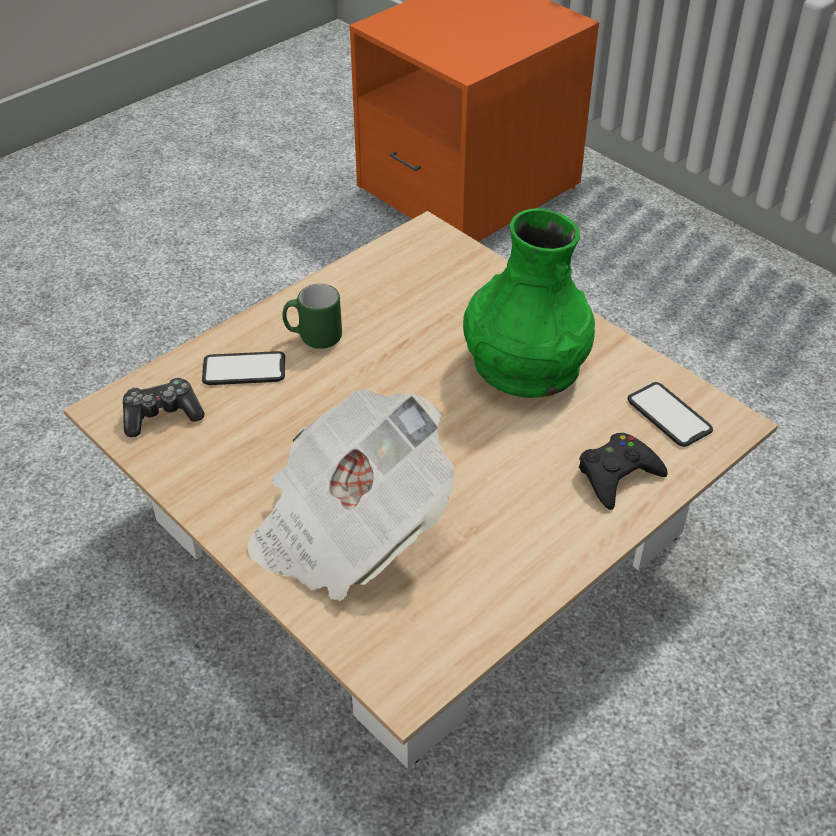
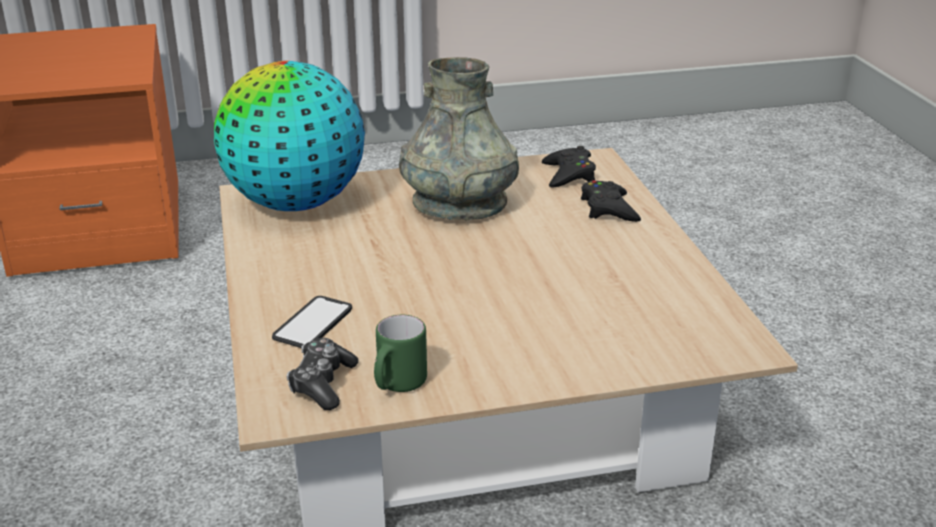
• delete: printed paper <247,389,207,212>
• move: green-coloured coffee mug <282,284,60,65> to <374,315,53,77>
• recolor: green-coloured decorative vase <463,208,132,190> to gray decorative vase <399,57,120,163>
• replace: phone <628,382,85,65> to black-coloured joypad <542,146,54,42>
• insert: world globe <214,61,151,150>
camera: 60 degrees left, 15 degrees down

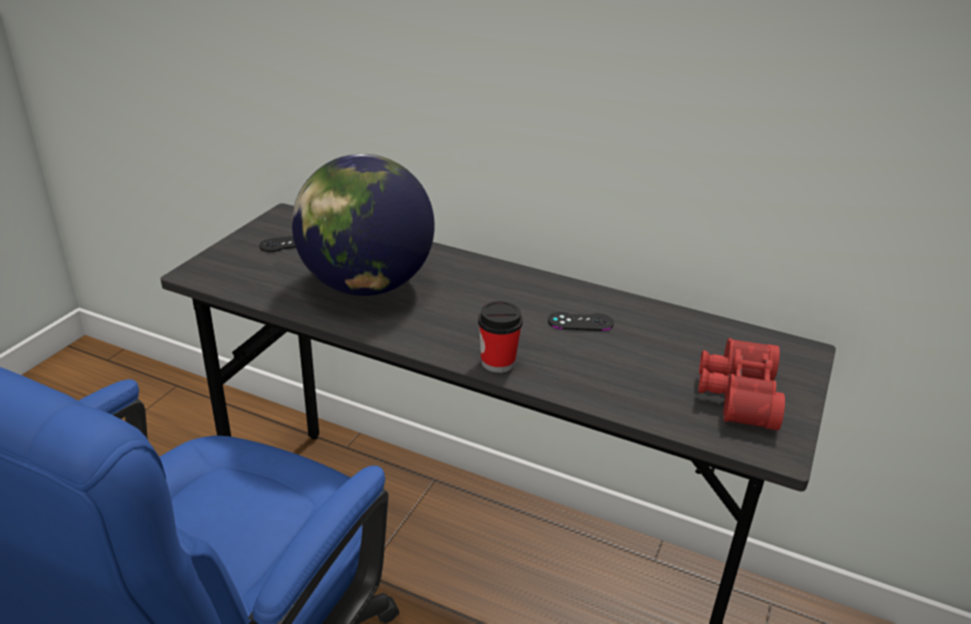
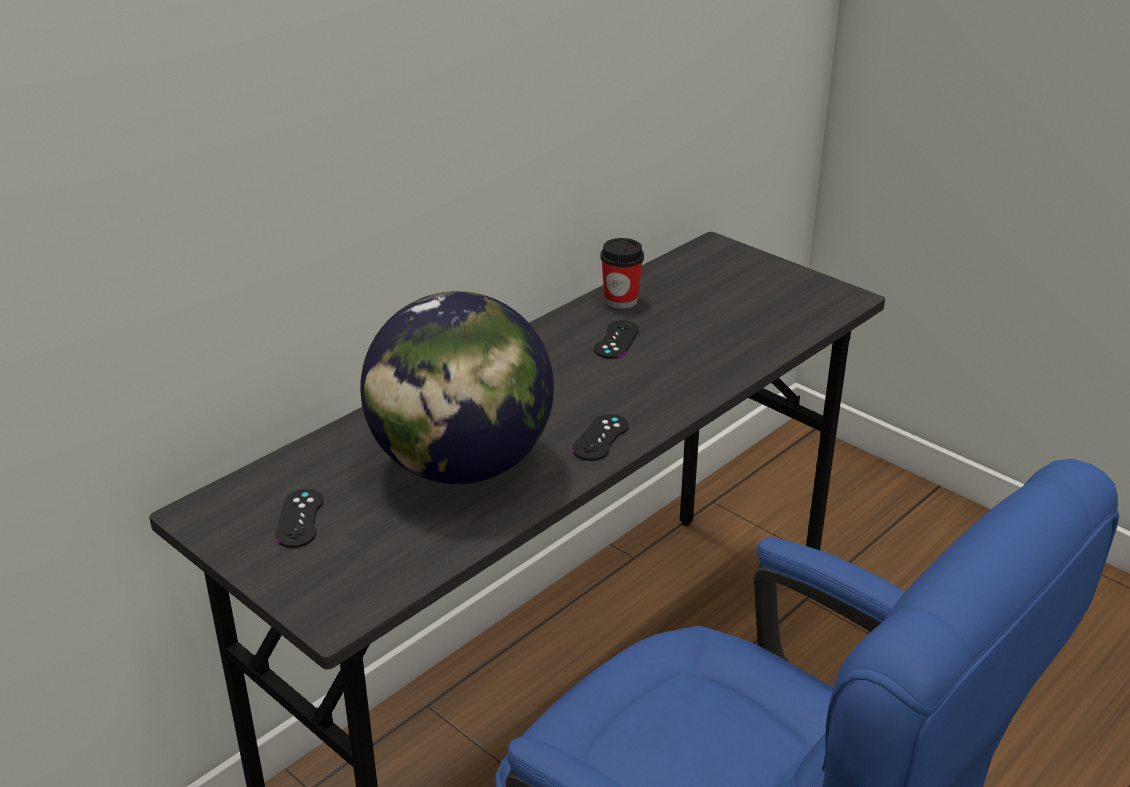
• move: small cup <478,301,45,72> to <600,238,44,71>
• delete: red-coloured pair of binoculars <699,338,86,92>
• insert: black-coloured joypad <572,414,57,47>
camera: 70 degrees left, 0 degrees up

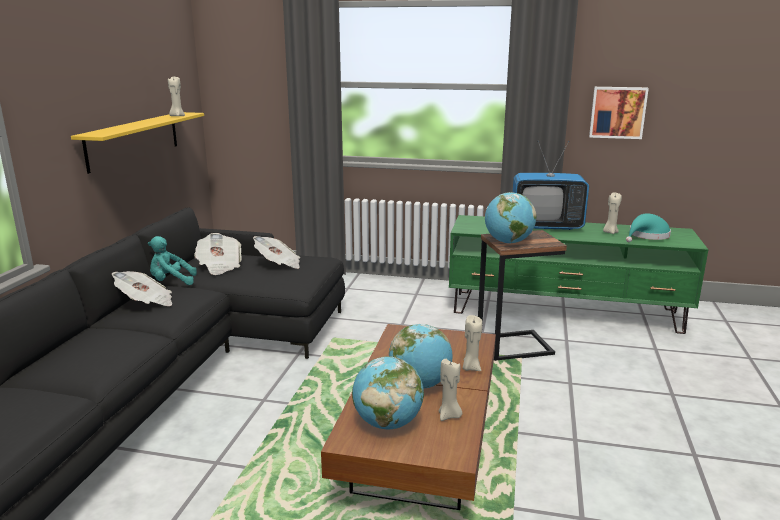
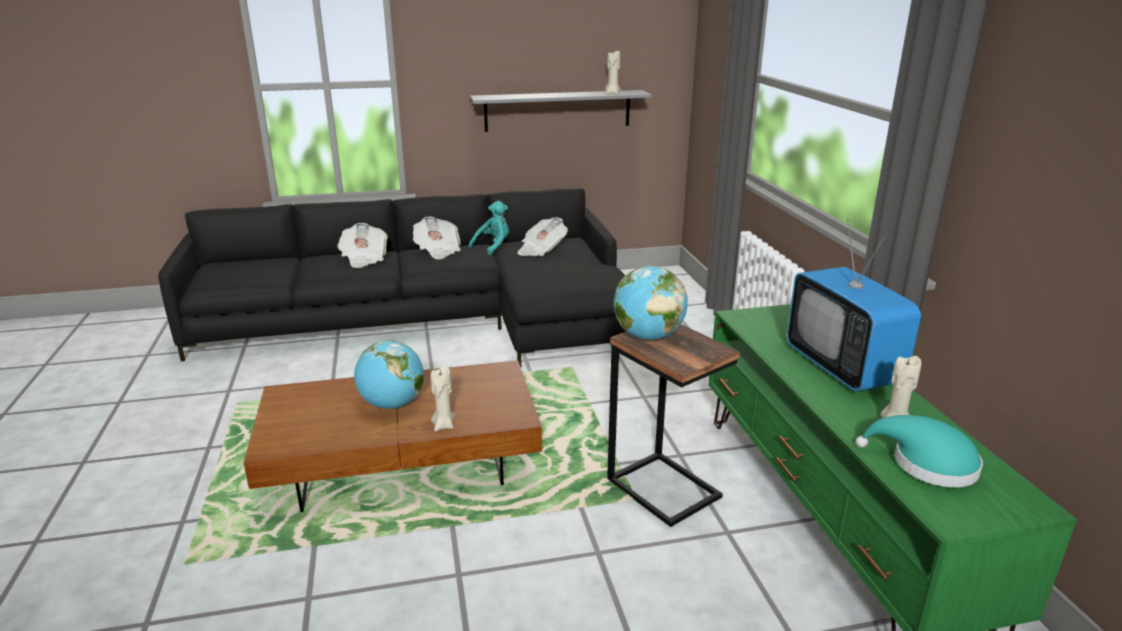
• recolor: yellow-coloured shelf <71,112,133,62> to gray shelf <470,90,182,42>
• rotate: blue-green cuddly toy <148,236,49,49> = <469,201,40,55> 75 degrees clockwise
• move: printed paper <253,236,47,33> to <337,223,51,45>
• delete: world globe <352,356,72,73>
• delete: beige candle <439,359,23,62>
• delete: wall picture <589,87,60,52>
camera: 65 degrees right, 5 degrees up

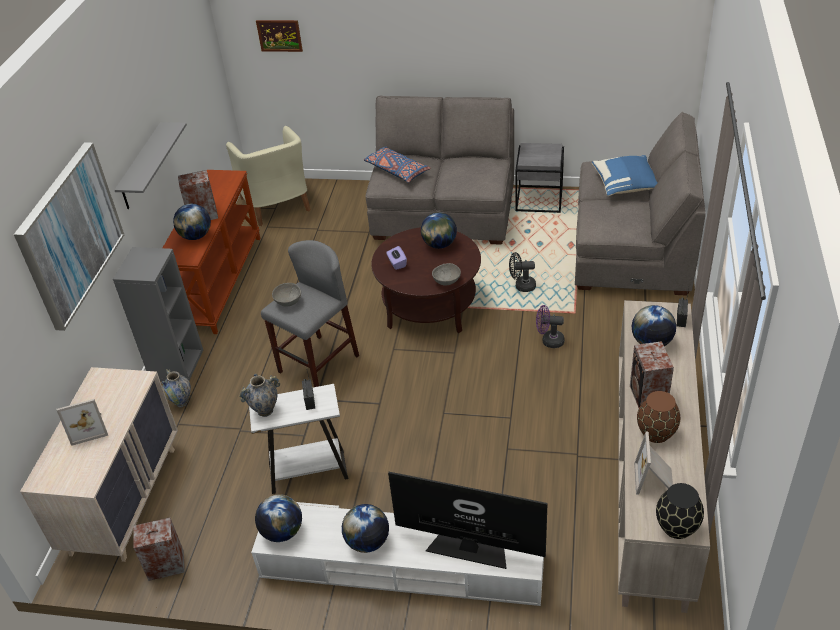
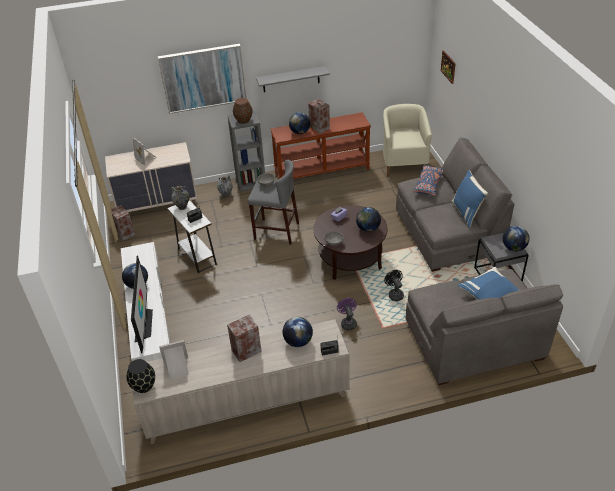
• rotate: beige lounge chair <226,126,85,100> = <383,104,49,73> 135 degrees clockwise
• move: world globe <255,494,47,48> to <503,226,26,25>
• move: brown-coloured decorative vase <637,391,43,52> to <233,98,19,26>
• insert: bluish cushion <452,170,36,57>
camera: 65 degrees right, 0 degrees up

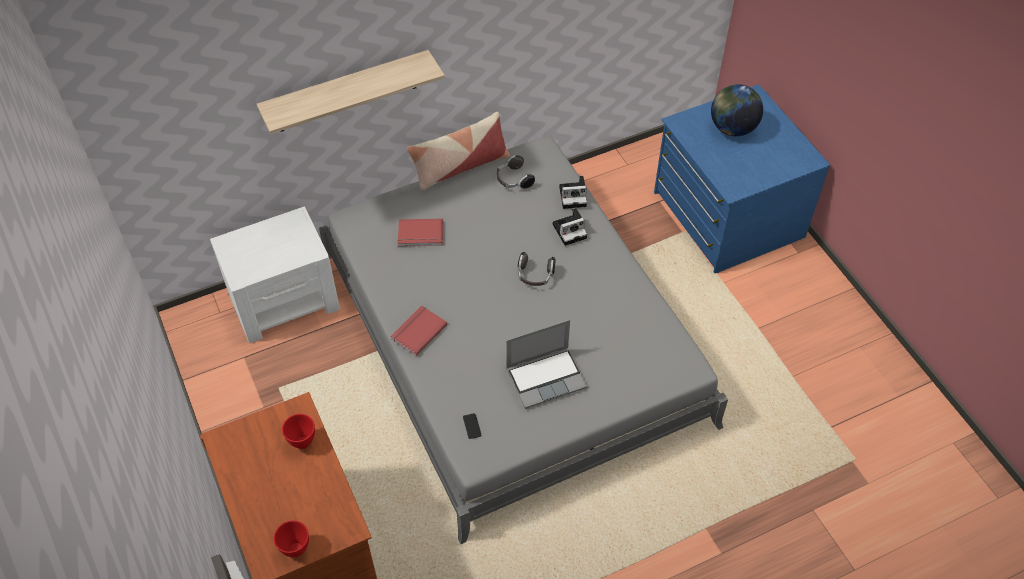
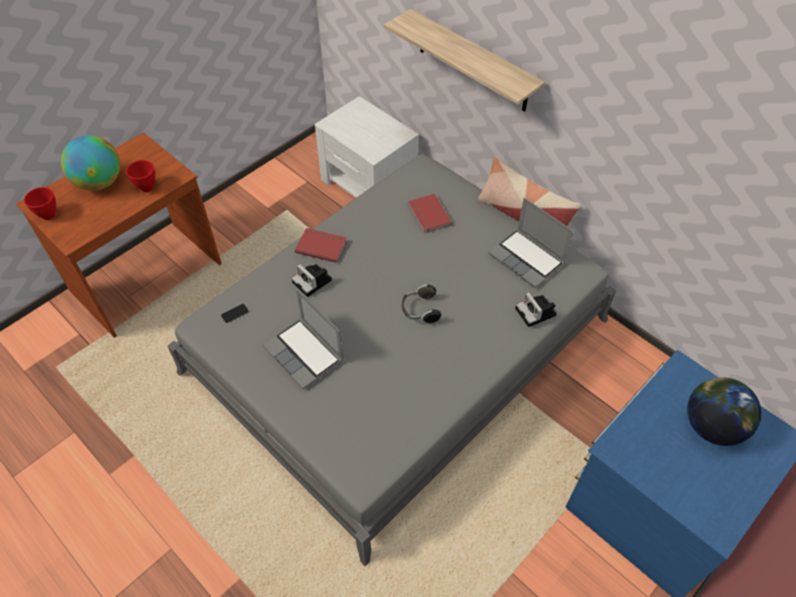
• replace: headphones <497,155,38,34> to laptop <488,198,86,90>
• move: still camera <553,208,34,38> to <291,264,41,33>
• insert: world globe <61,135,59,56>
camera: 70 degrees right, 0 degrees up

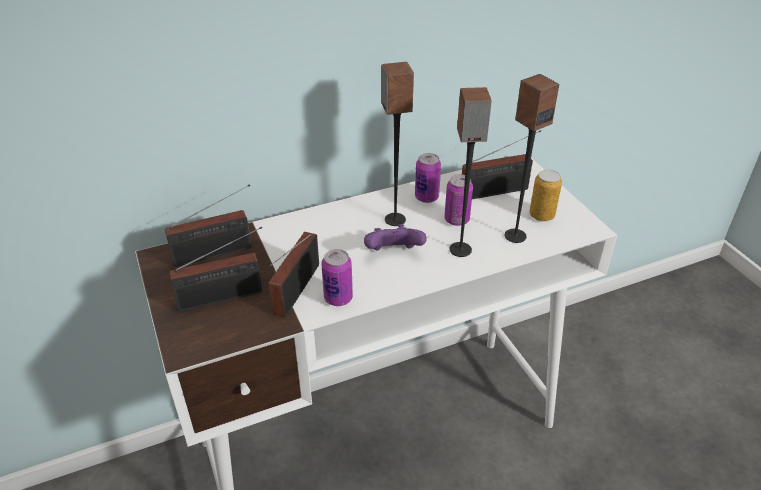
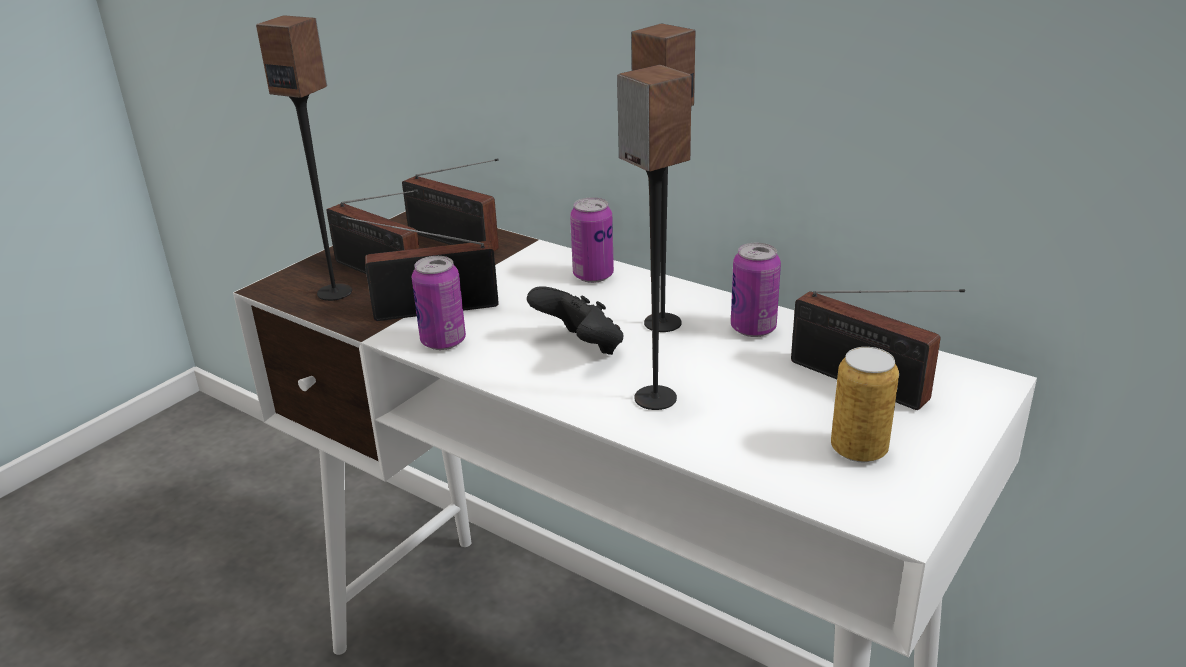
• recolor: purplish joypad <364,224,63,27> to black-coloured joypad <527,286,97,69>
• move: metal can <444,174,29,52> to <570,197,44,86>
• move: audio speaker <505,74,54,169> to <256,15,96,286>
camera: 60 degrees right, 10 degrees down

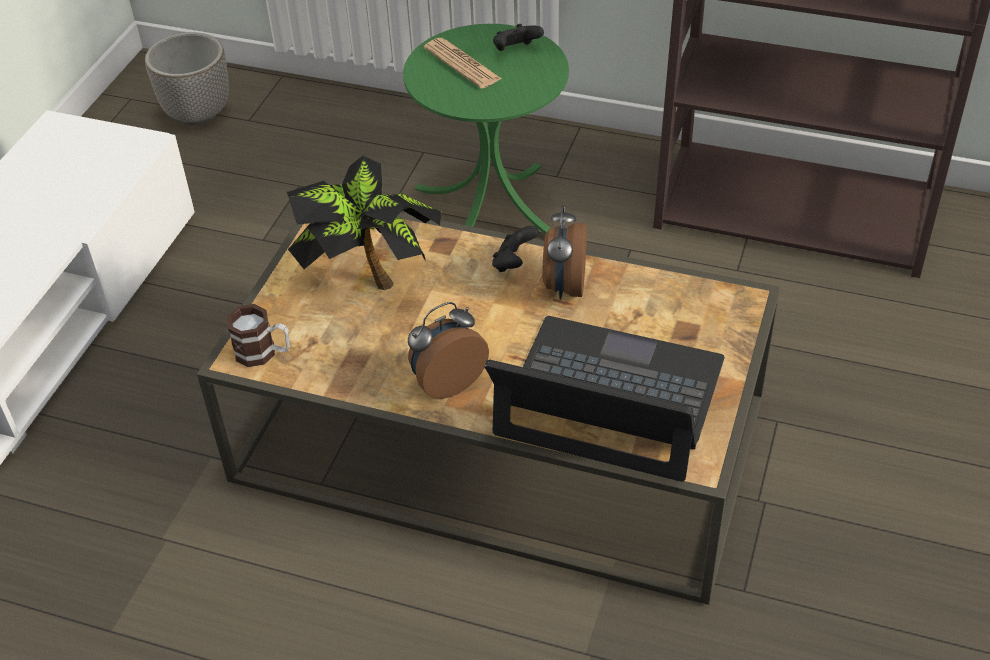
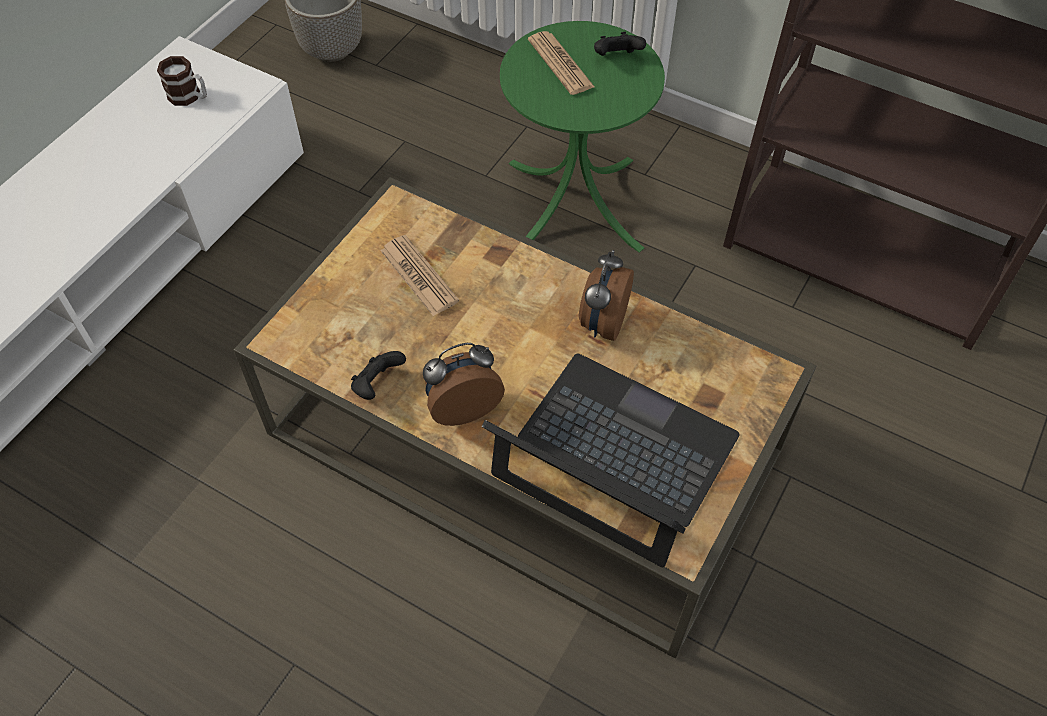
• move: coffee mug <227,304,63,63> to <157,56,50,50>
• replace: potted plant <287,156,154,134> to printed paper <381,235,78,81>
• move: black-coloured joypad <492,226,47,46> to <351,351,55,49>
camera: 10 degrees right, 10 degrees up

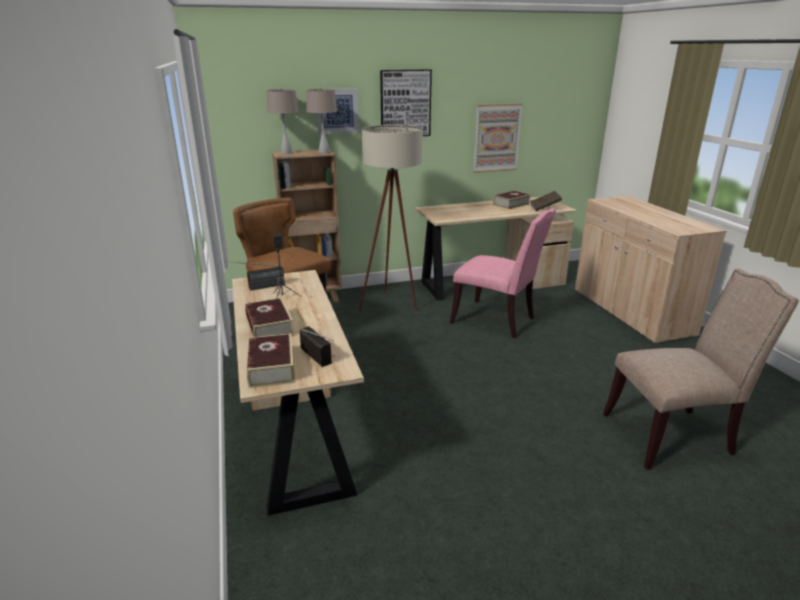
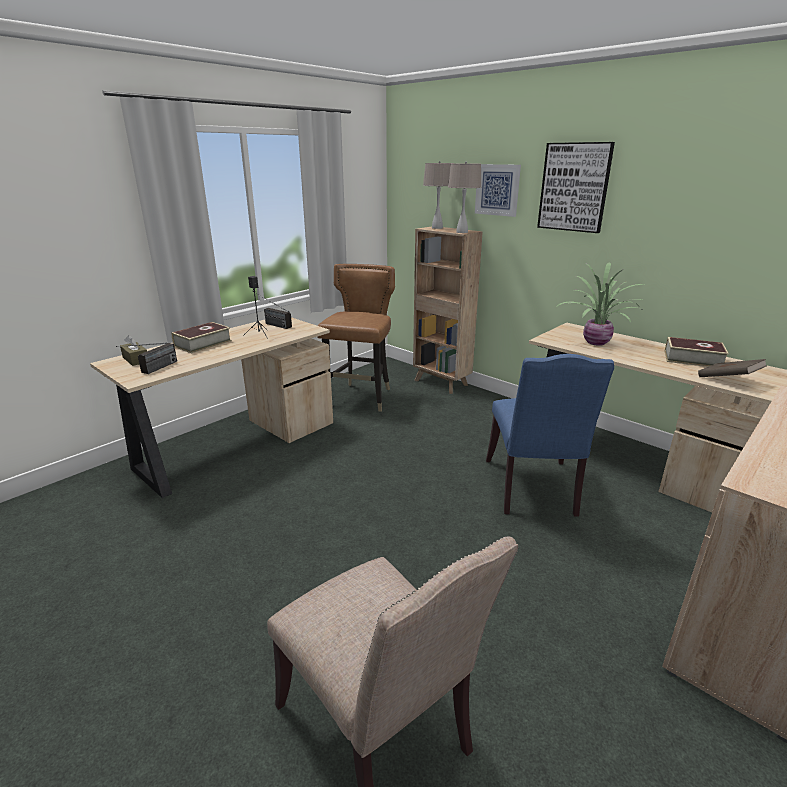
• replace: book <247,333,48,55> to brown-coloured box of tissues <120,335,27,31>
• delete: beige standing lamp <359,125,64,186>
• recolor: pinkish plain chair <450,208,106,130> to bluish plain chair <486,354,128,163>
• delete: wall picture <473,103,50,70>
• insert: potted plant <556,262,88,84>
camera: 60 degrees right, 0 degrees up

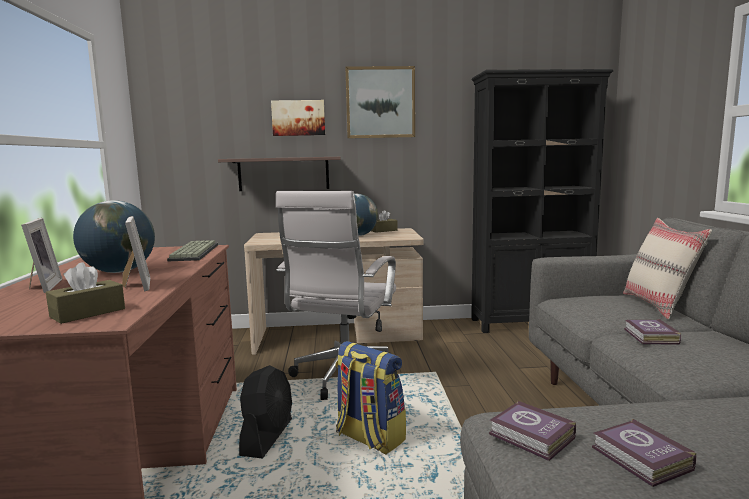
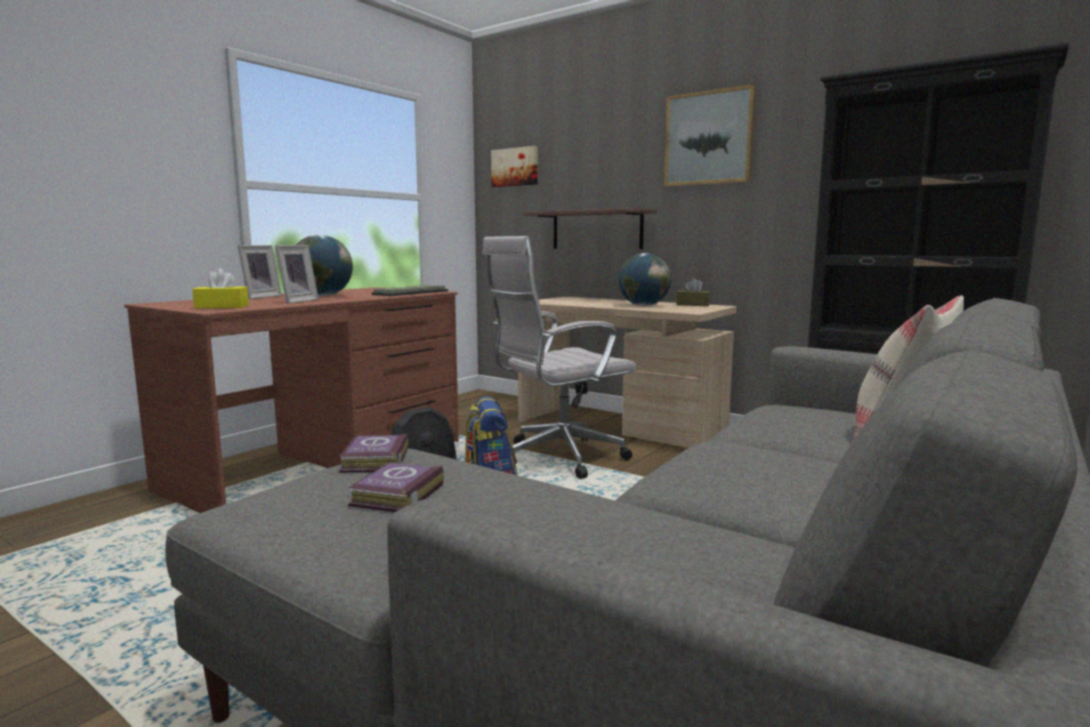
• recolor: brown-coloured box of tissues <46,262,79,62> to yellow-coloured box of tissues <192,268,57,41>
• move: wall picture <271,100,54,36> to <491,146,47,41>
• delete: book <624,319,57,26>
camera: 40 degrees right, 0 degrees up

